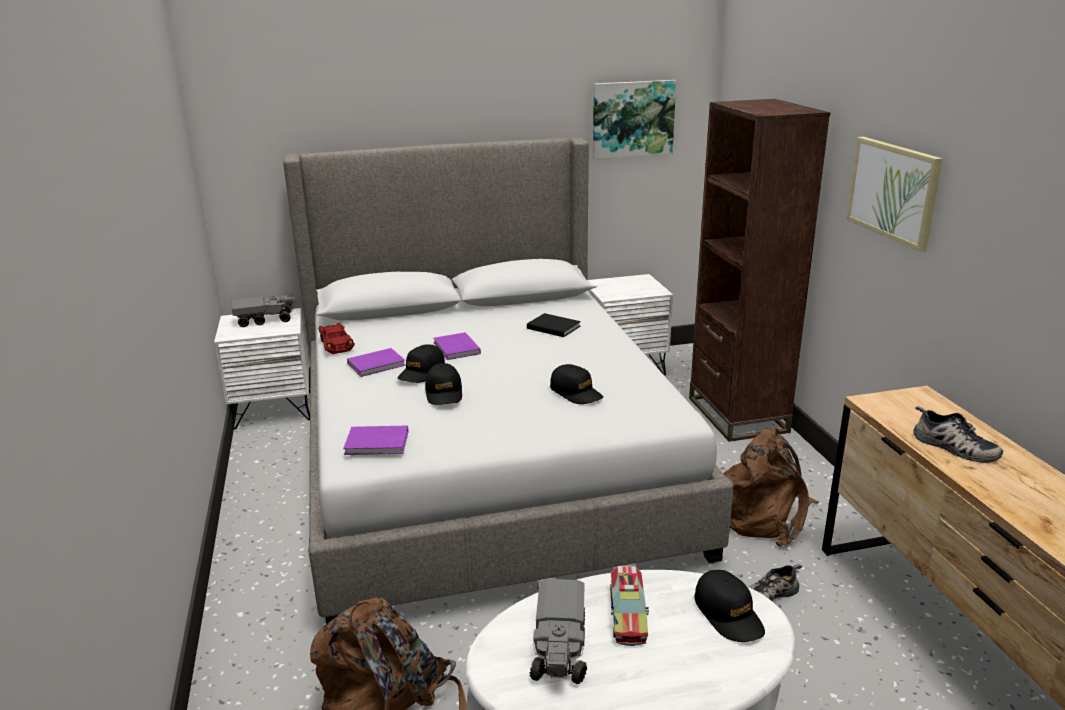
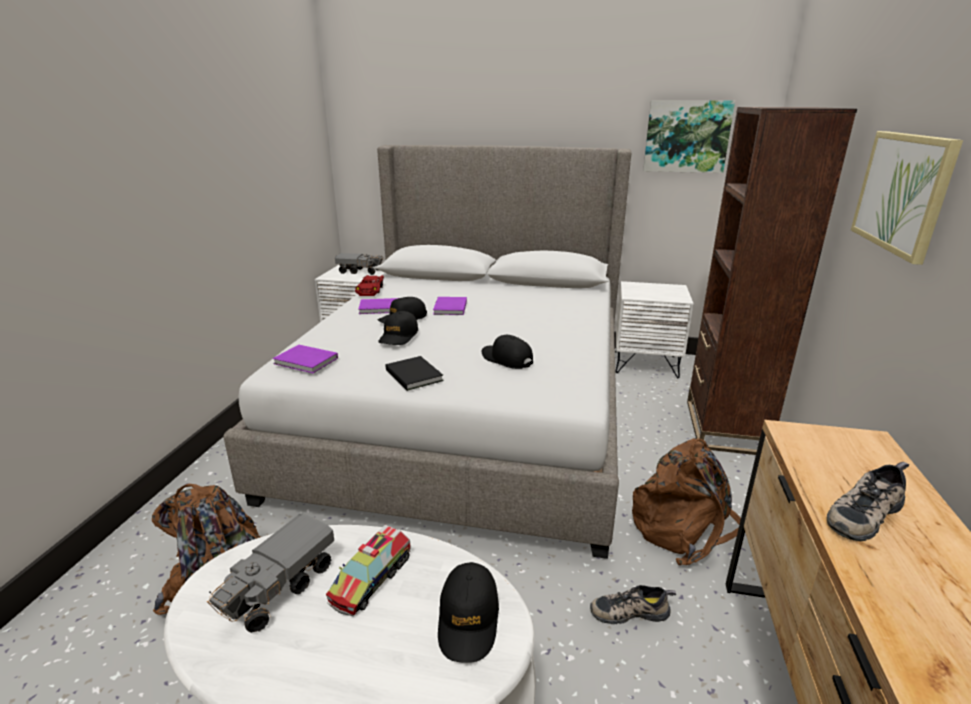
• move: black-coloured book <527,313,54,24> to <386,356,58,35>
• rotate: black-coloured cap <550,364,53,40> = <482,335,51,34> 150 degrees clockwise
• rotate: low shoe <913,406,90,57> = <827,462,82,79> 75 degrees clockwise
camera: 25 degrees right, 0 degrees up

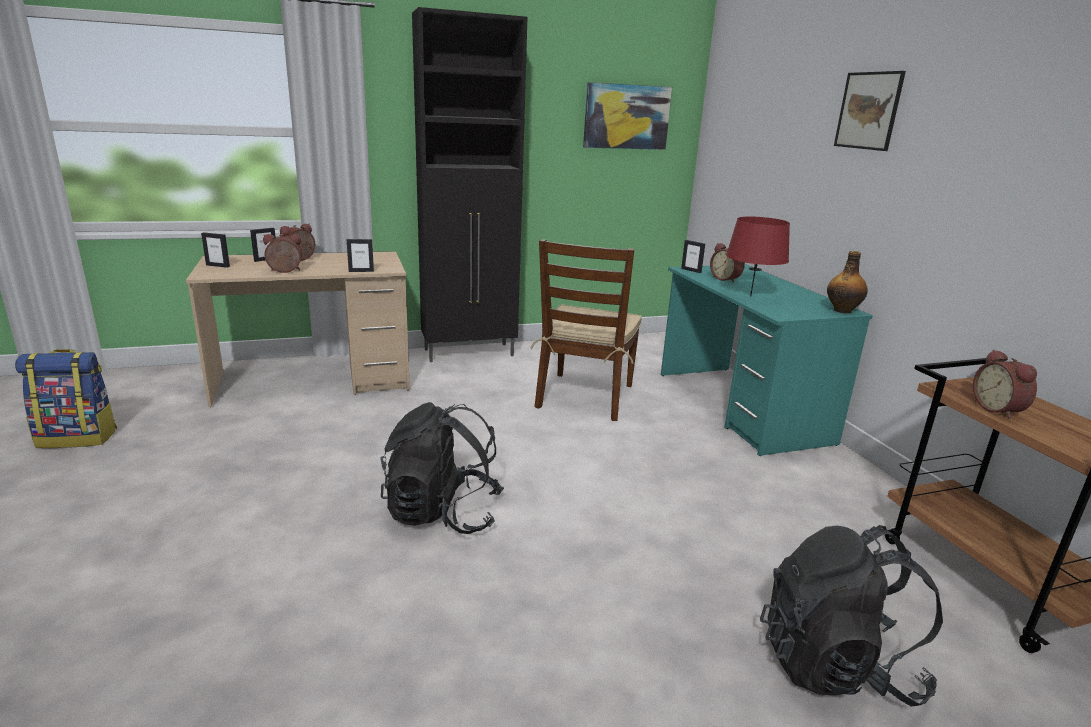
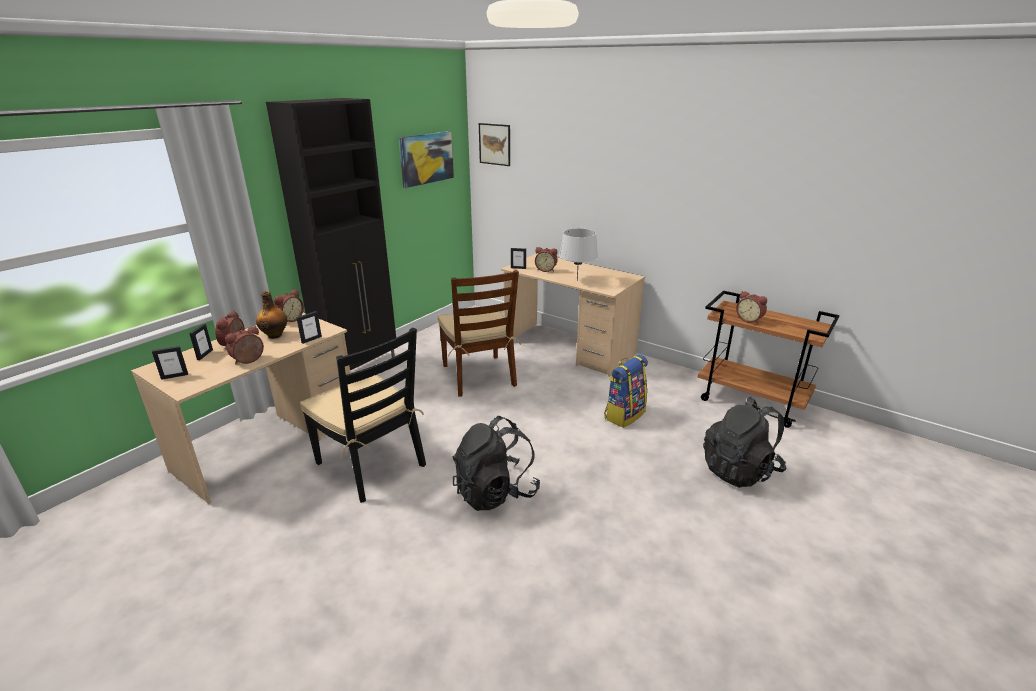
• move: rucksack <15,349,102,99> to <604,355,44,73>
• recolor: blue-green desk unit <661,264,212,192> to beige desk unit <501,253,144,124>
• recolor: red-coloured tabletop lamp <726,216,64,81> to gray tabletop lamp <559,228,39,53>
• move: beverage bottle <827,251,41,63> to <256,291,31,48>
• move: wall picture <834,71,72,80> to <479,123,31,43>
• insert: bedside clock <274,289,30,33>
• insert: black-coloured plain chair <300,327,126,176>
camera: 35 degrees left, 5 degrees up

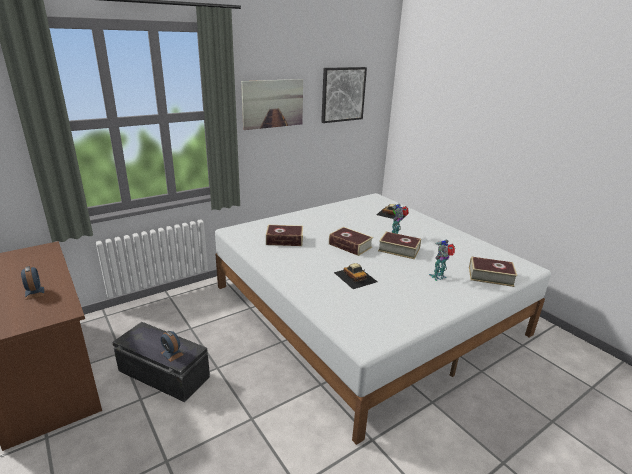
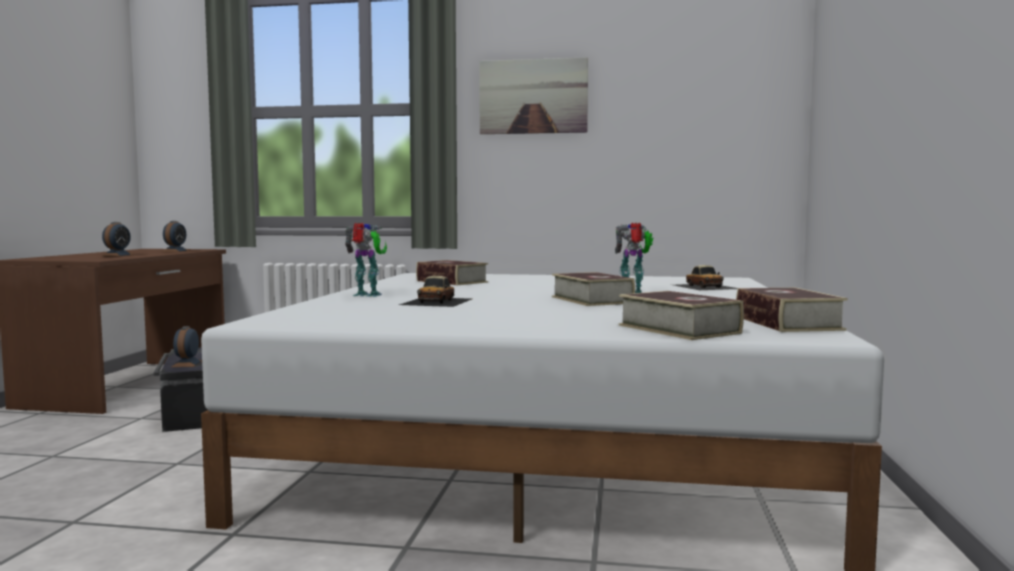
• delete: wall picture <321,67,46,56>
• move: book <329,227,44,29> to <736,288,112,44>
• move: robot figure <429,240,26,41> to <345,223,42,74>
• insert: bedside clock <161,221,28,31>
camera: 45 degrees right, 20 degrees down

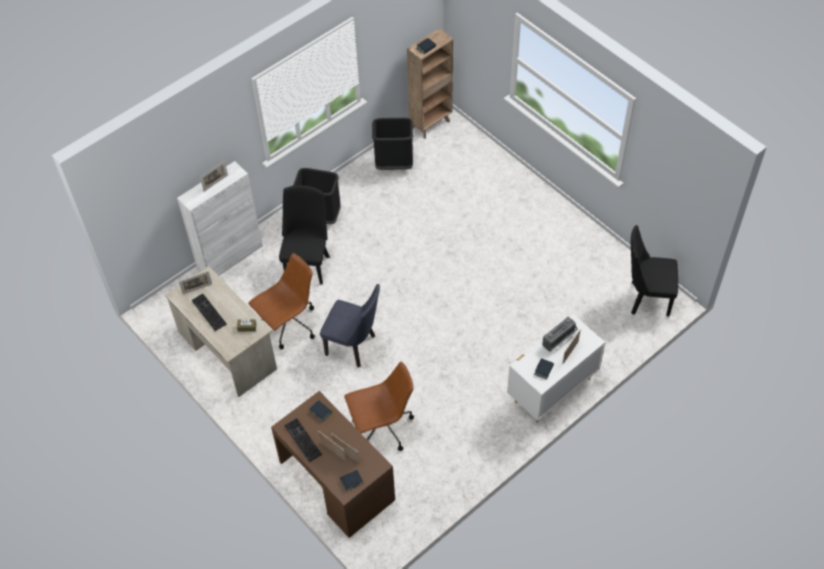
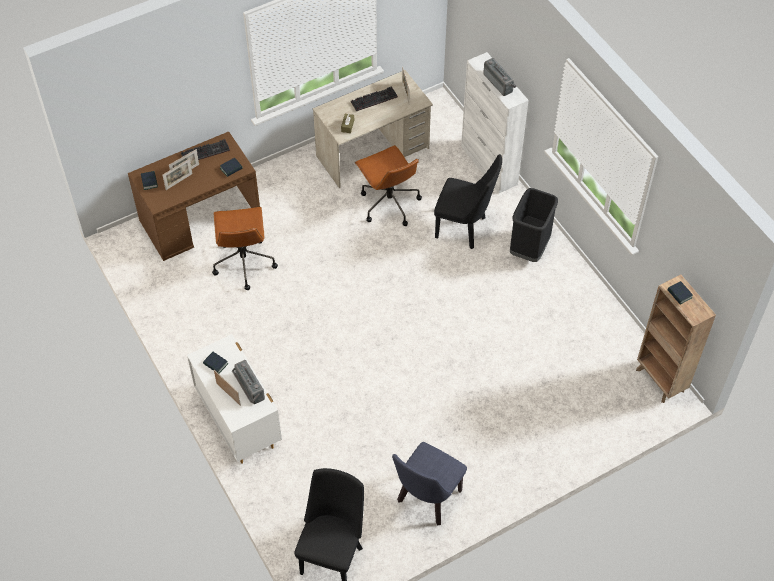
• replace: photo frame <200,161,28,30> to radio set <483,58,33,38>
• move: bluish plain chair <320,284,60,83> to <392,442,75,83>
• delete: black-coloured trash can <372,118,41,52>
camera: 100 degrees right, 0 degrees up

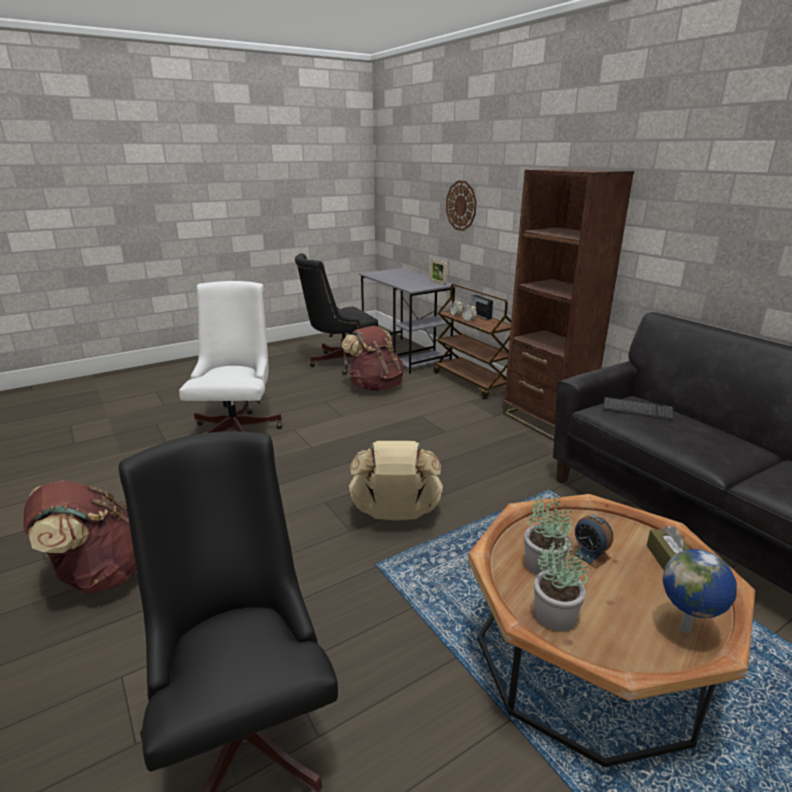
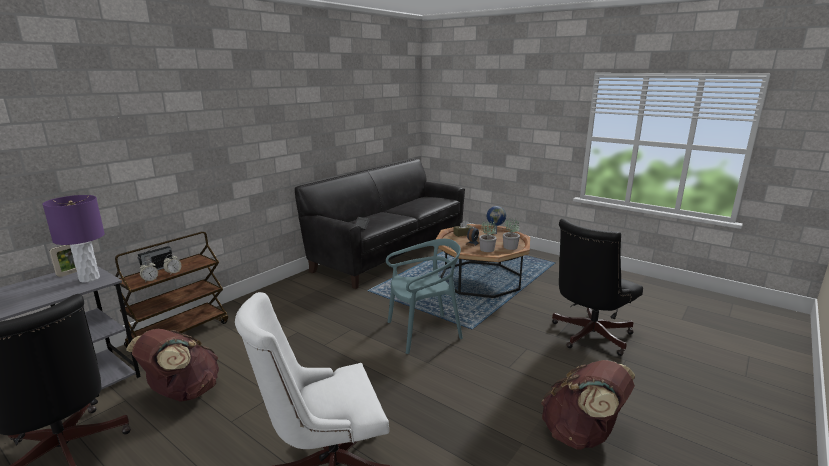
• replace: beige rucksack <349,441,94,79> to blue-green plain chair <386,239,77,115>
• delete: wall clock <446,180,31,51>
• delete: brown-coloured shelving unit <503,169,131,272>
• insert: purplish tabletop lamp <43,195,62,88>
camera: 110 degrees left, 5 degrees down

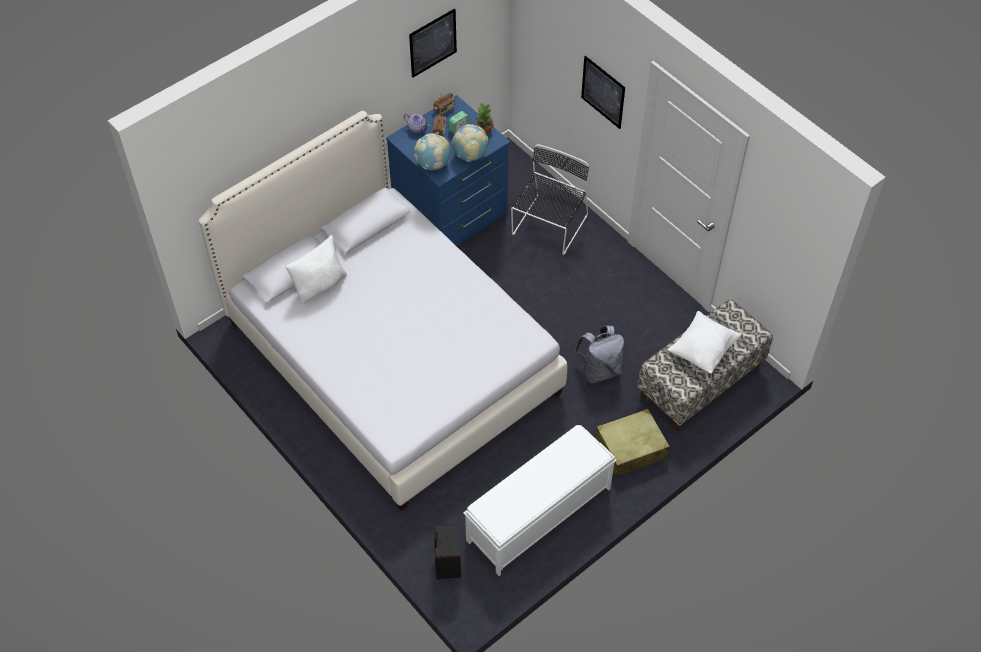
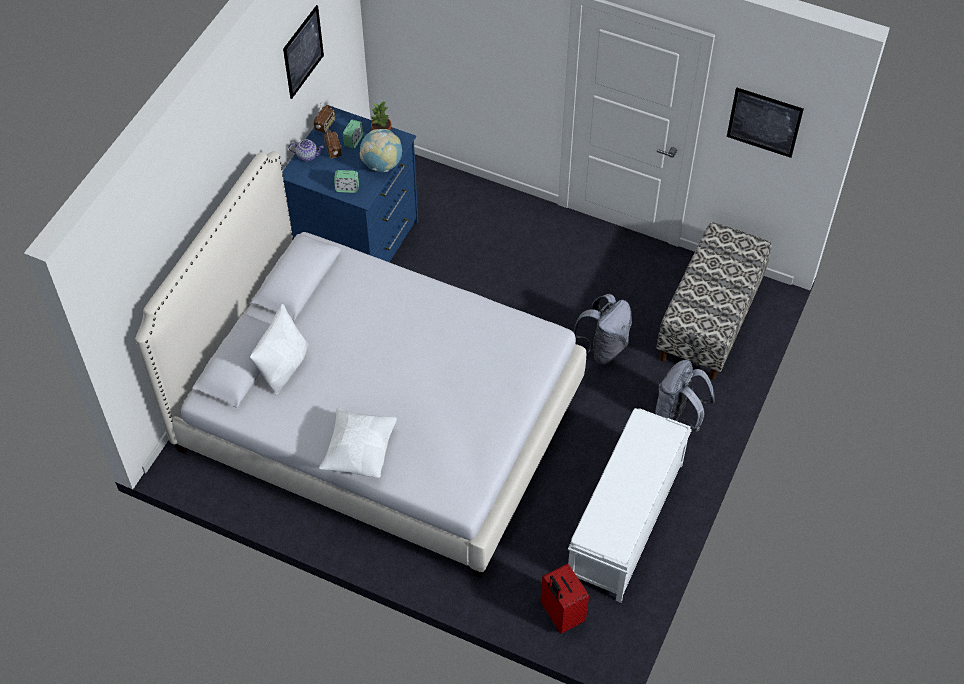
• replace: world globe <414,133,37,37> to bedside clock <334,170,25,23>
• recolor: black-coloured travel case <433,524,28,56> to red-coloured travel case <540,563,49,71>
• delete: black-coloured plain chair <511,144,78,111>
• move: wall picture <581,56,44,73> to <727,87,77,71>
• replace: beige travel case <594,409,76,68> to gray rucksack <655,360,60,72>
• move: whitish cushion <668,311,73,62> to <319,408,78,70>
camera: 25 degrees left, 0 degrees up

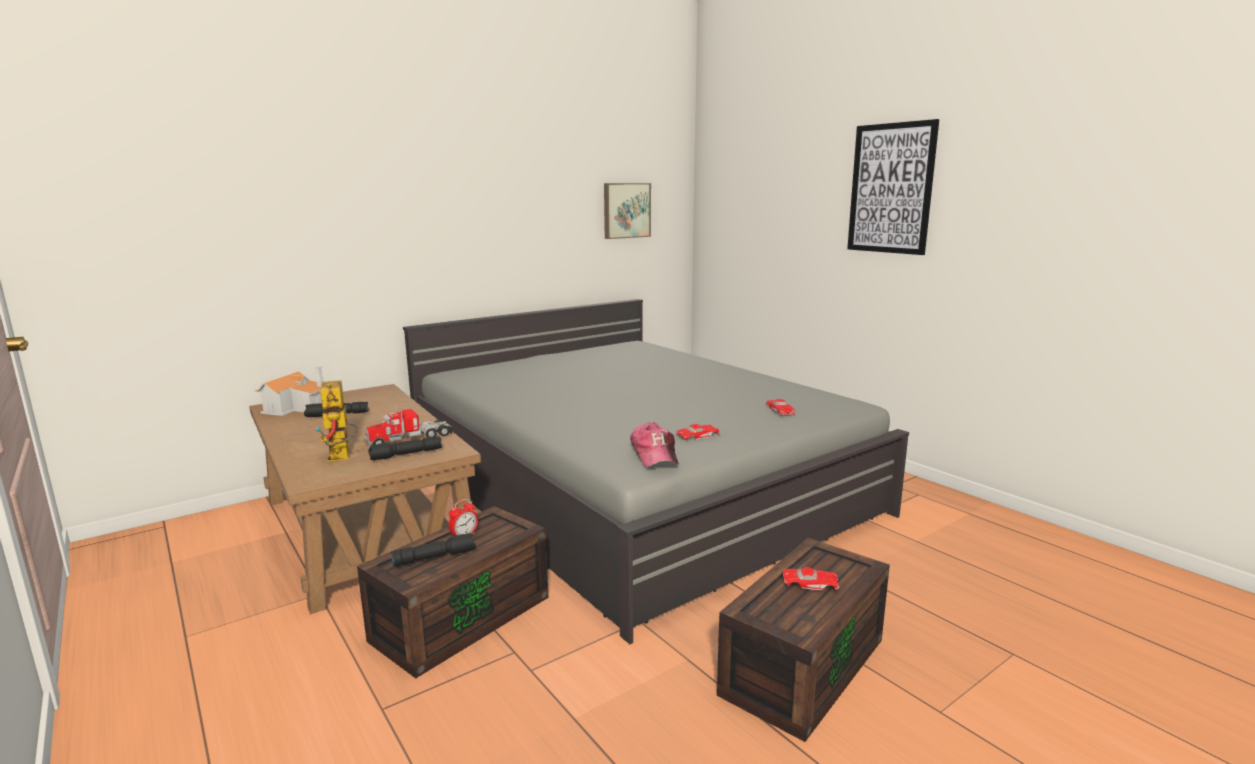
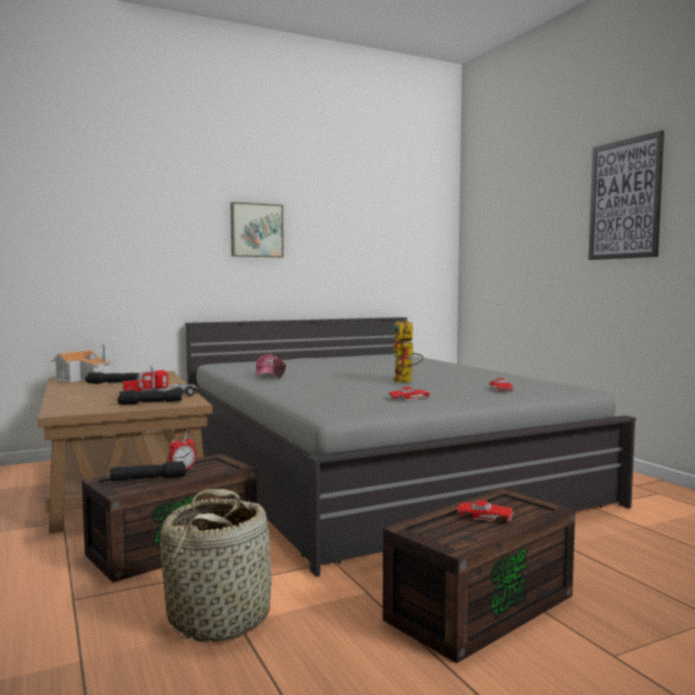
• move: robot figure <316,380,42,82> to <393,319,30,64>
• move: wall picture <604,183,47,56> to <231,202,53,55>
• move: cap <630,422,49,45> to <256,354,30,25>
• insert: storage basket <160,489,112,153>
camera: 10 degrees right, 10 degrees down

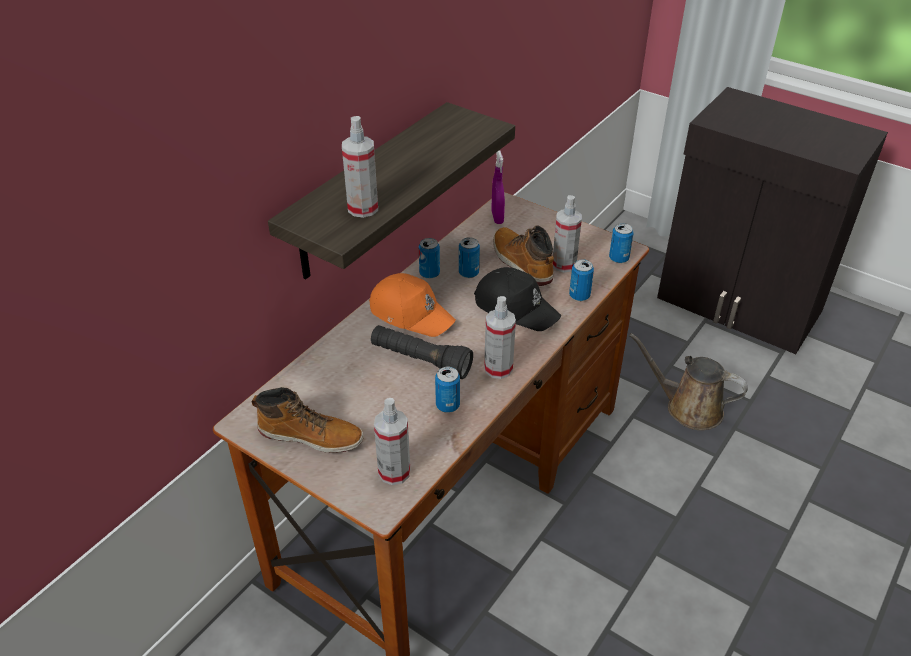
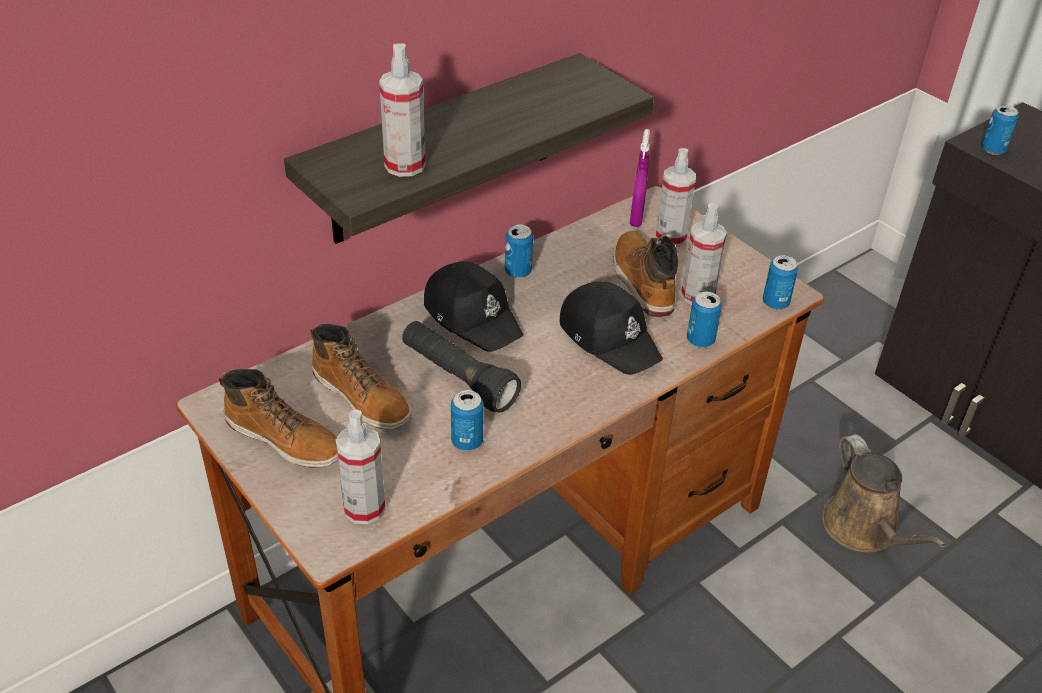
• recolor: orange cap <369,273,87,64> to black-coloured cap <424,261,99,91>
• move: metal can <459,237,21,41> to <981,105,38,50>
• move: hand sprayer <484,296,32,83> to <655,148,41,99>
• rotate: brown-coloured watering pot <630,333,118,97> = <822,434,124,118> 150 degrees counterclockwise
• insert: high-top boot <310,324,102,105>
camera: 15 degrees right, 0 degrees up

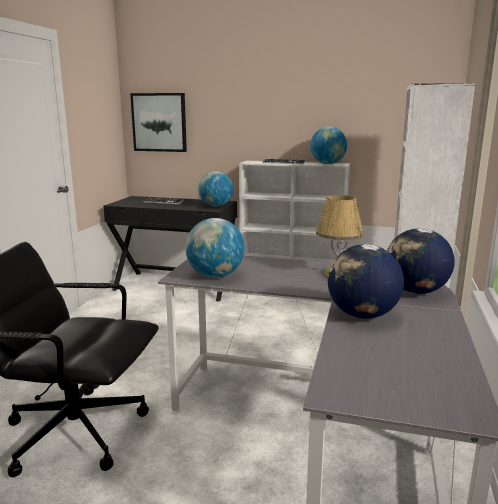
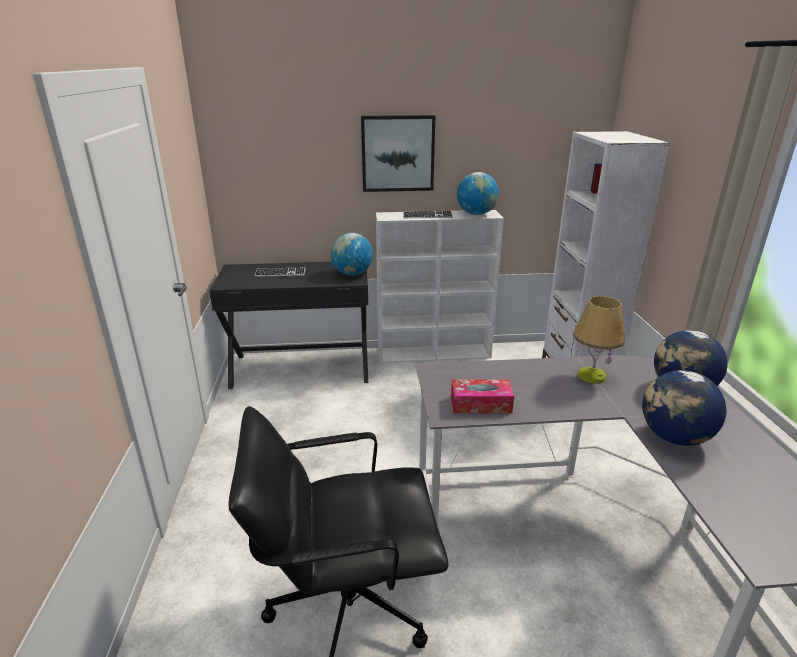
• move: wall picture <130,93,57,59> to <361,115,74,77>
• replace: world globe <185,218,60,60> to box of tissues <451,380,63,33>
camera: 20 degrees left, 10 degrees up

